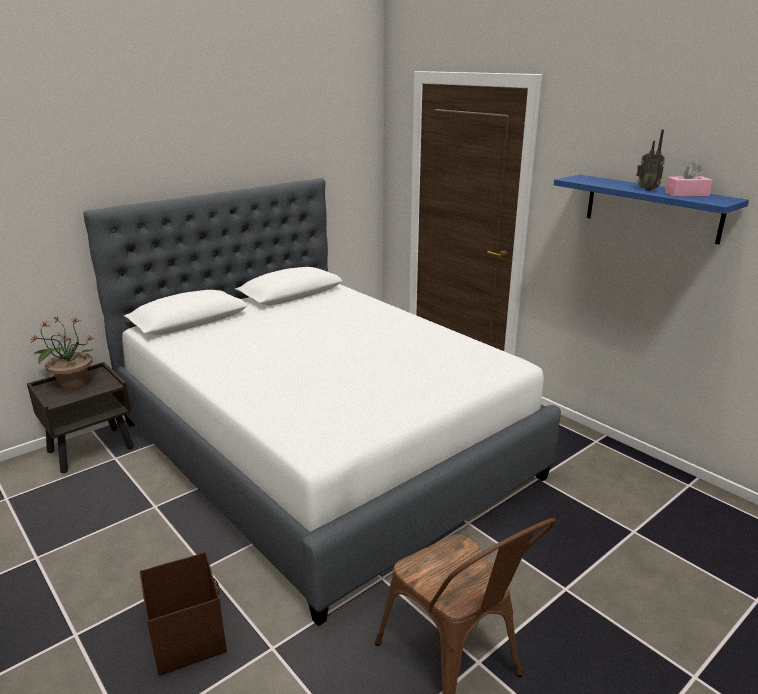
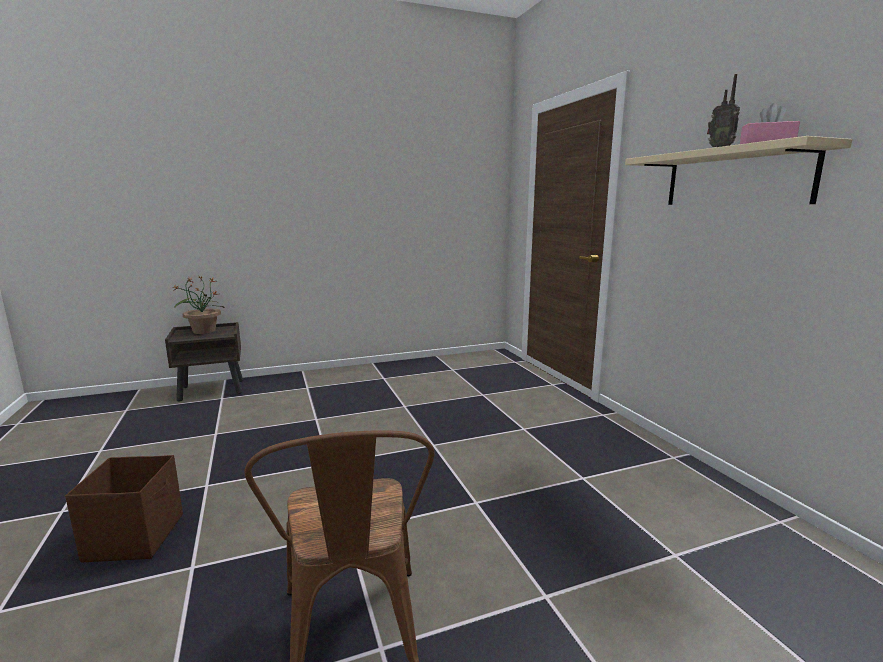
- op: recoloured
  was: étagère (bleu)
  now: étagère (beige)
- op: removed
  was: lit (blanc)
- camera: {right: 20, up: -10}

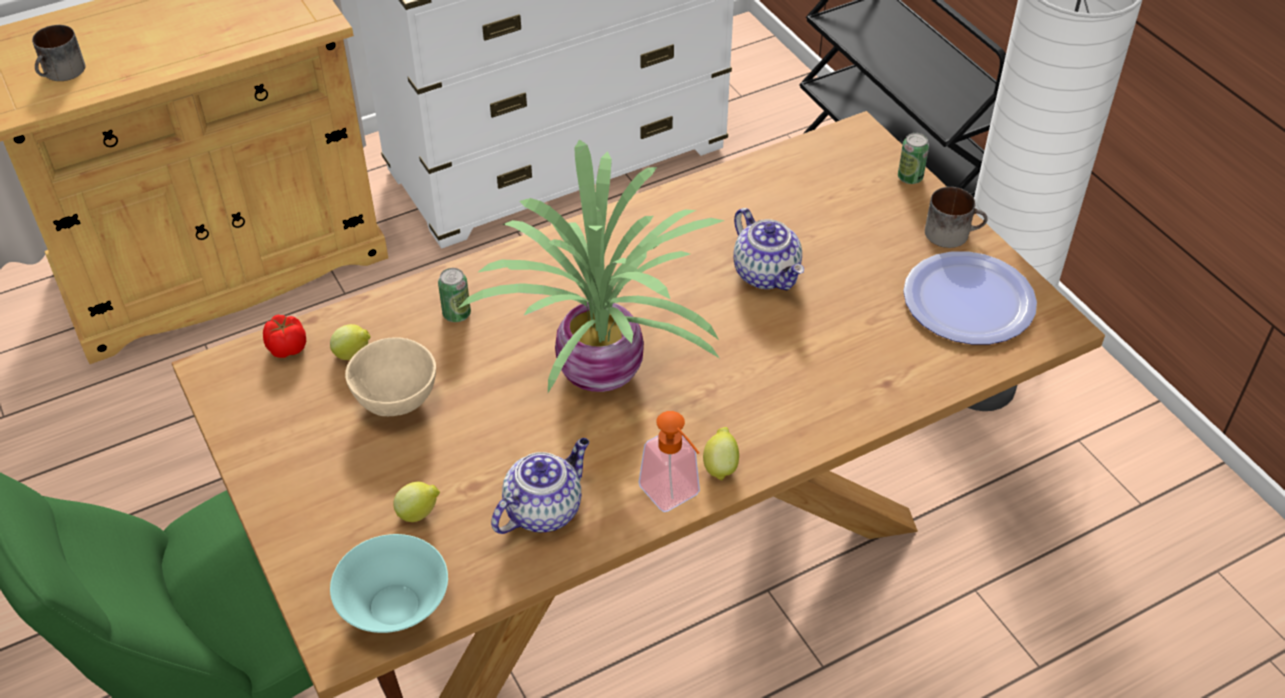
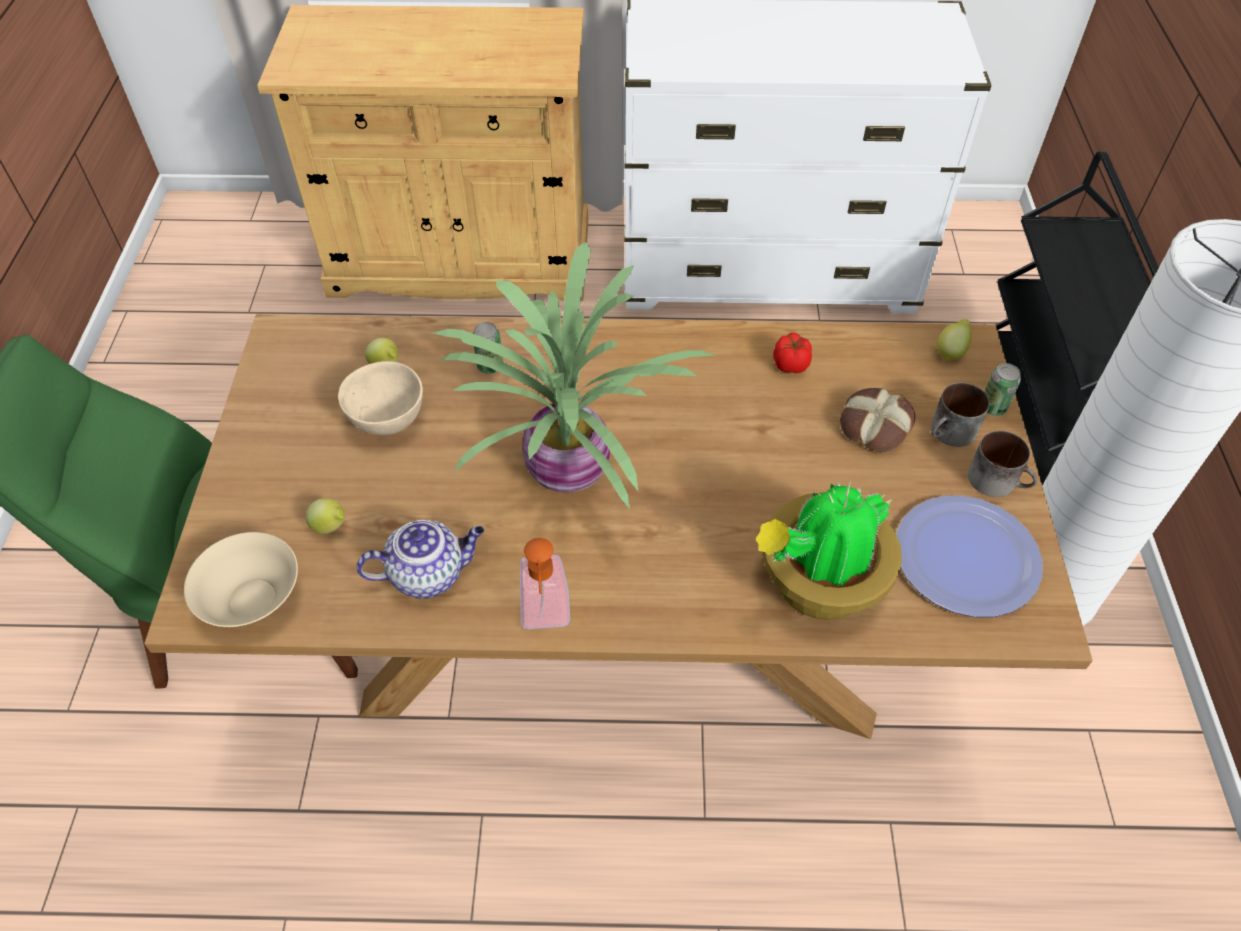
- op: recoloured
  was: bol (turquoise)
  now: bol (beige) (1st from left)
- op: added
  now: plante en pot (2nd from left)
- op: moved
  was: tomate
- op: added
  now: pain
- op: moved
  was: mug (1st from left)
- op: moved
  was: citron (3rd from left)
- op: removed
  was: théière (2nd from left)
- camera: {right: 30, up: 5}

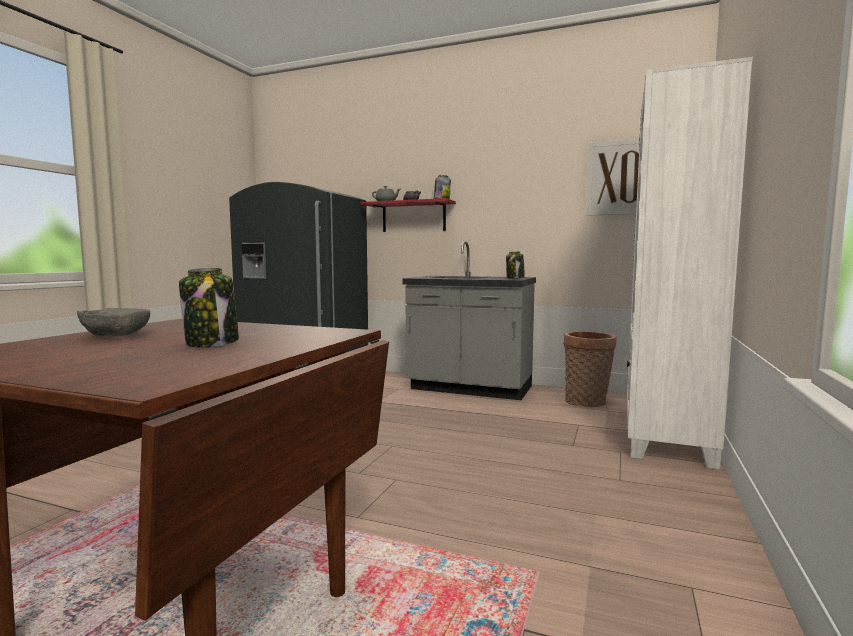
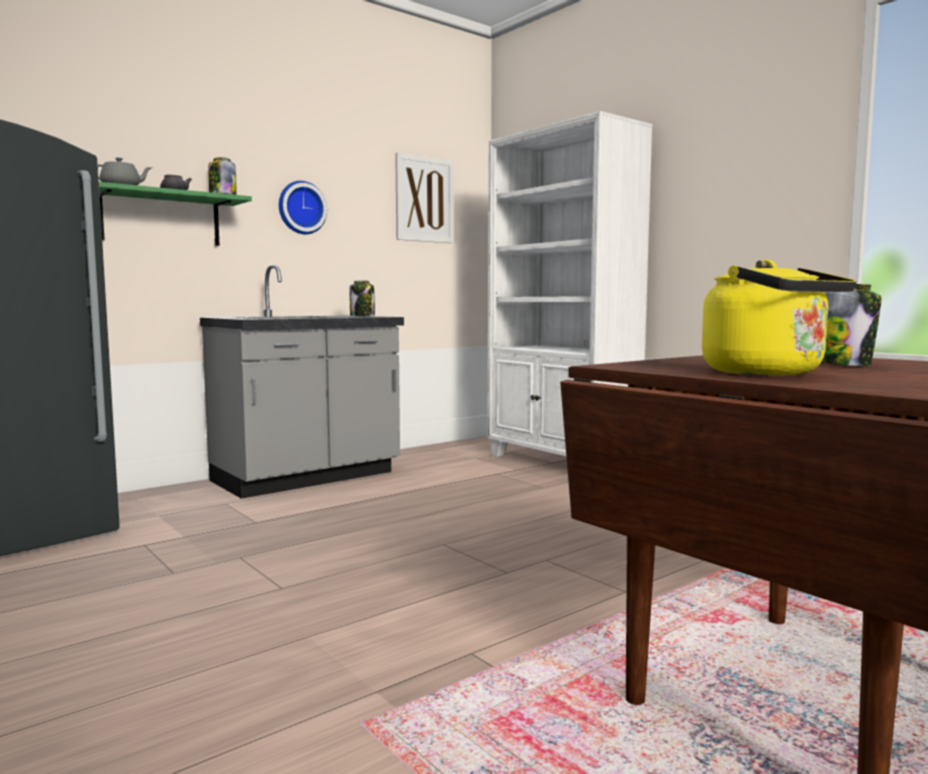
- op: recoloured
  was: étagère (rouge)
  now: étagère (vert)
- op: added
  now: horloge murale
- op: replaced
  was: bol (gris)
  now: bouilloire (jaune)
- op: removed
  was: panier
- camera: {right: -60, up: 0}

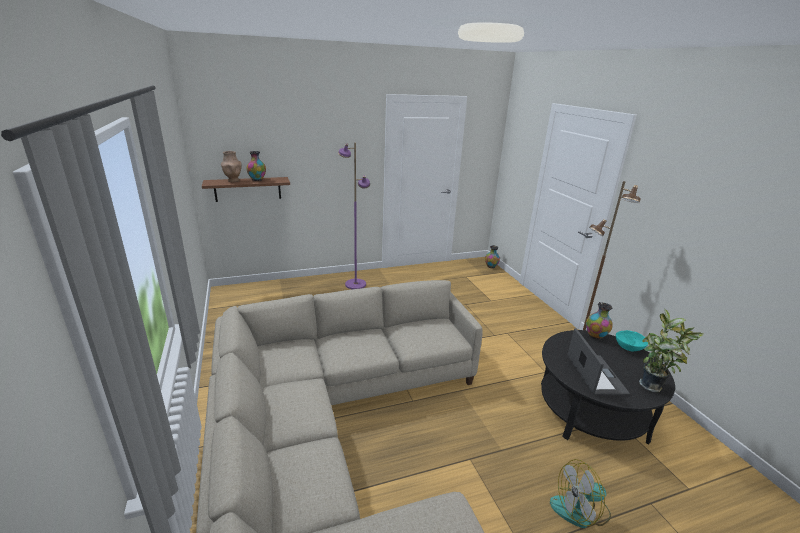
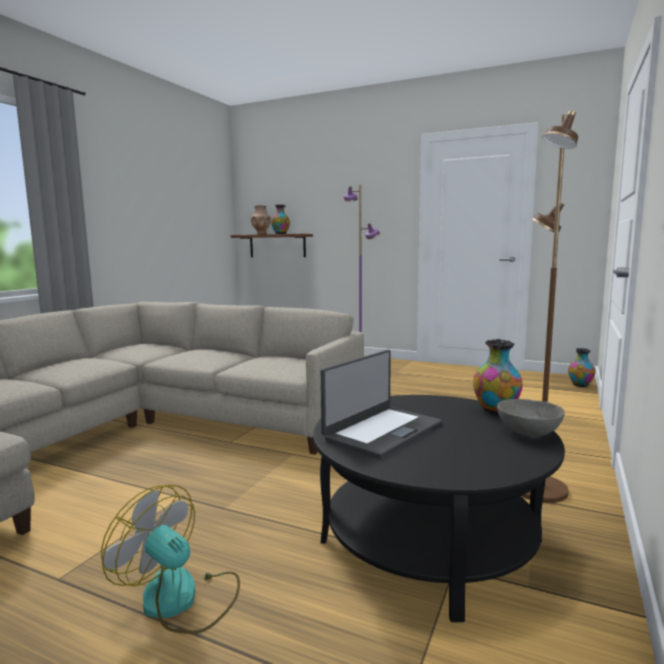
- op: recoloured
  was: bol (turquoise)
  now: bol (gris)
- op: removed
  was: plante en pot
- camera: {right: 45, up: -15}

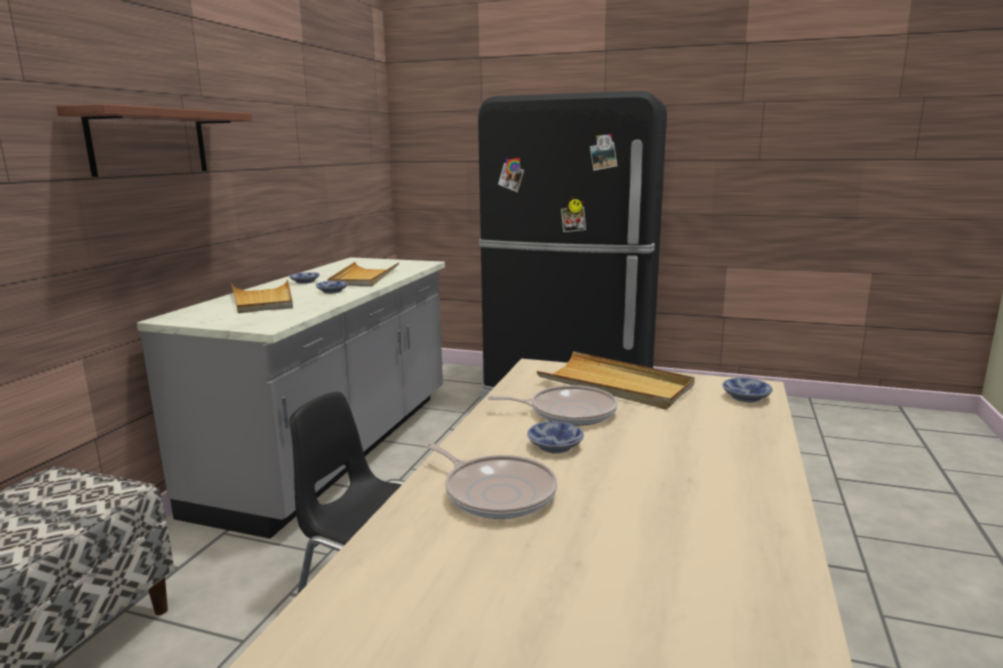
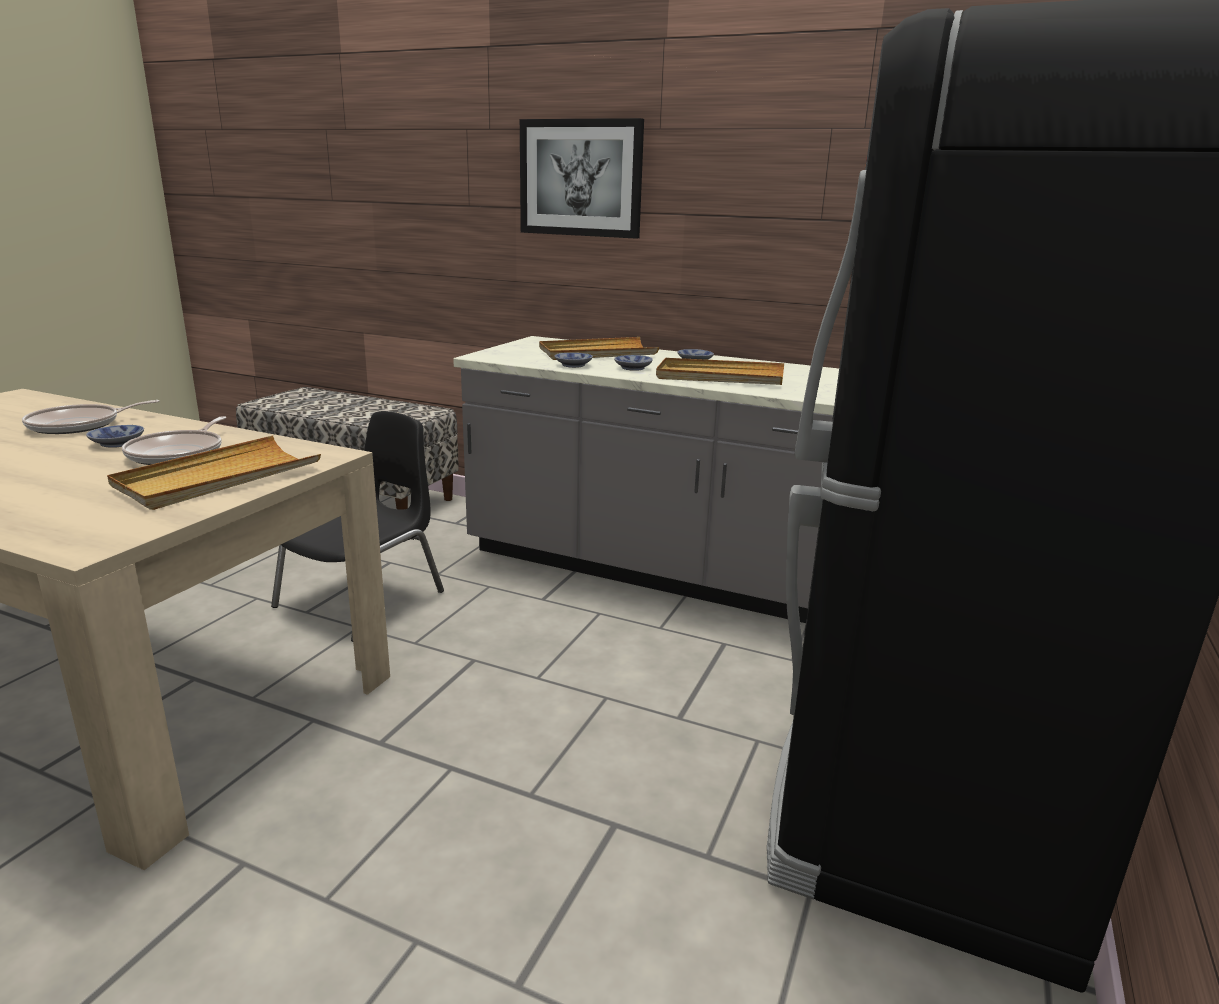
- op: replaced
  was: étagère (marron)
  now: tableau
- op: moved
  was: bol (4th from left in the first image)
  now: bol (2nd from left)
- camera: {right: 95, up: 5}

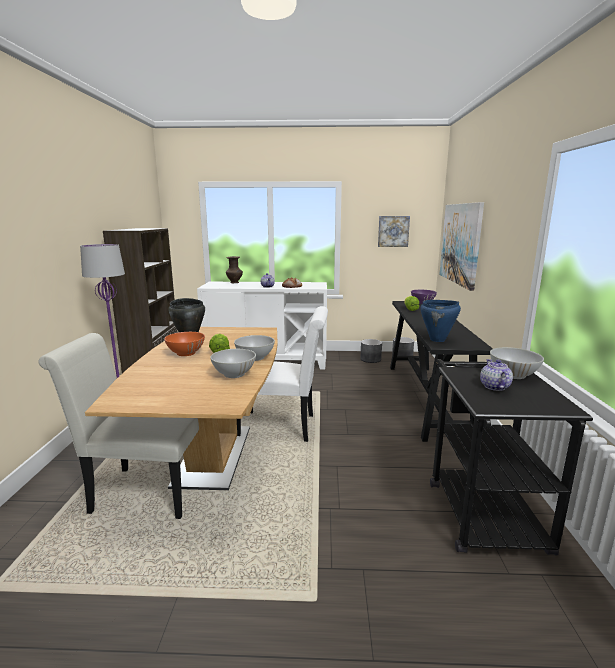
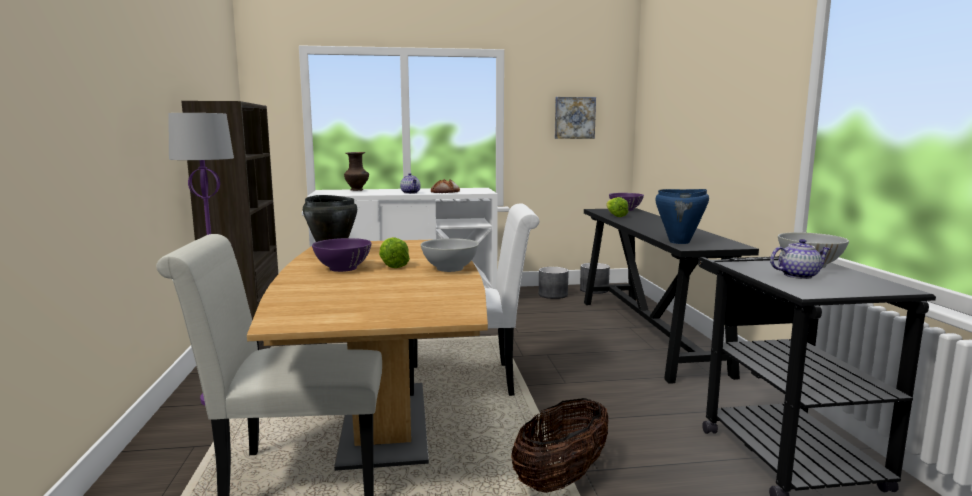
- op: recoloured
  was: bol (orange)
  now: bol (violet) (1st from left)
- op: added
  now: panier
- op: turned
  was: théière (2nd from left)
  clockwise: 90
- op: removed
  was: bol (blanc) (1st from left)
- op: removed
  was: tableau (2nd from left)
- camera: {right: -10, up: -5}

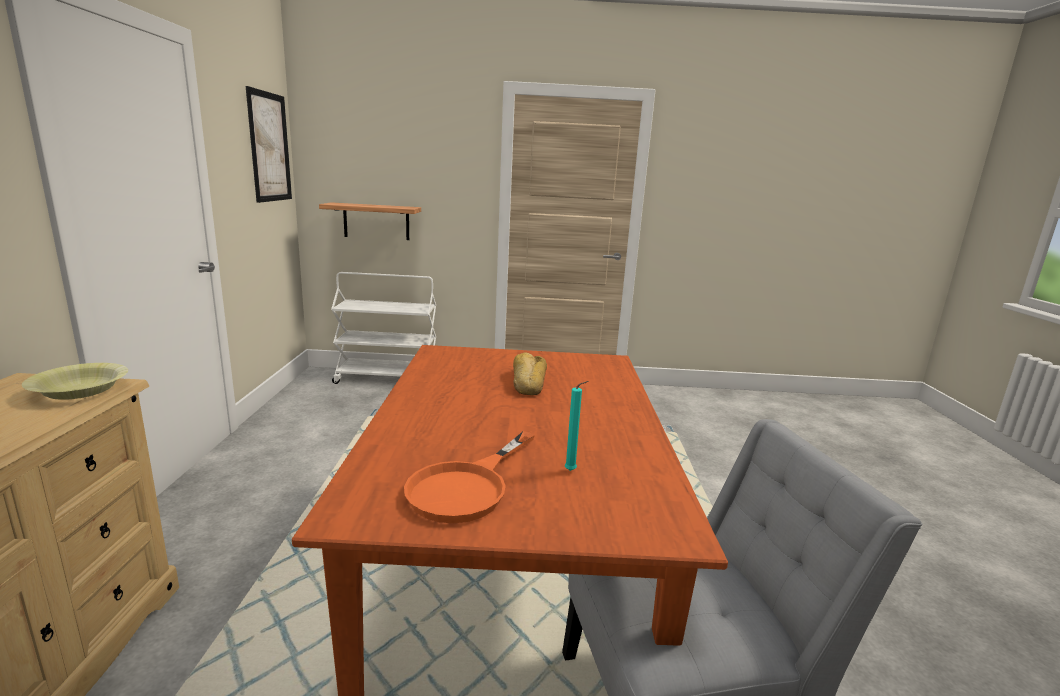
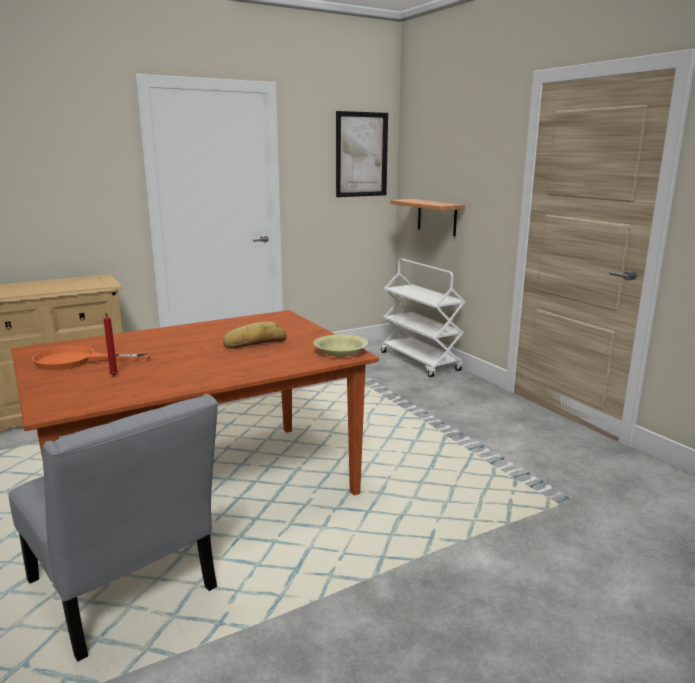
- op: recoloured
  was: bougie (turquoise)
  now: bougie (rouge)
- op: moved
  was: bol (jaune)
- camera: {right: 60, up: 0}

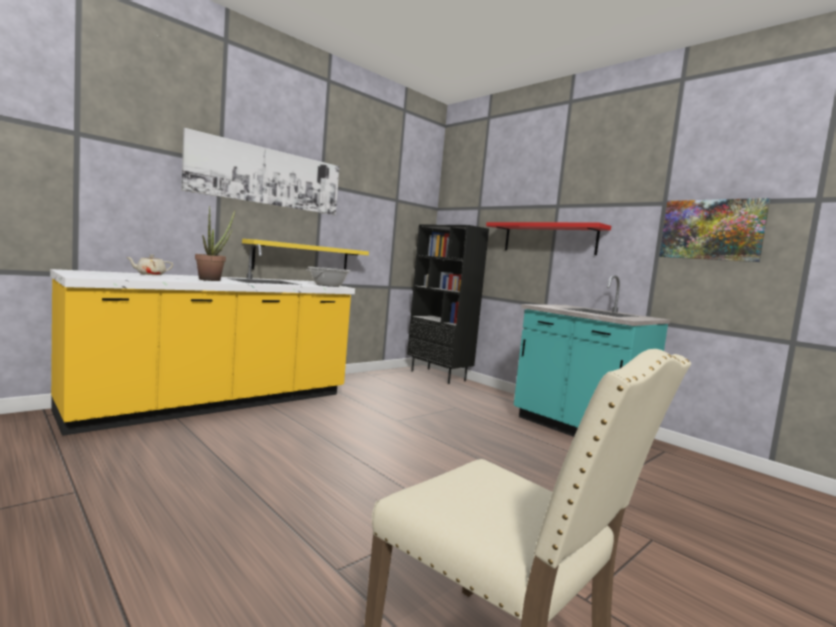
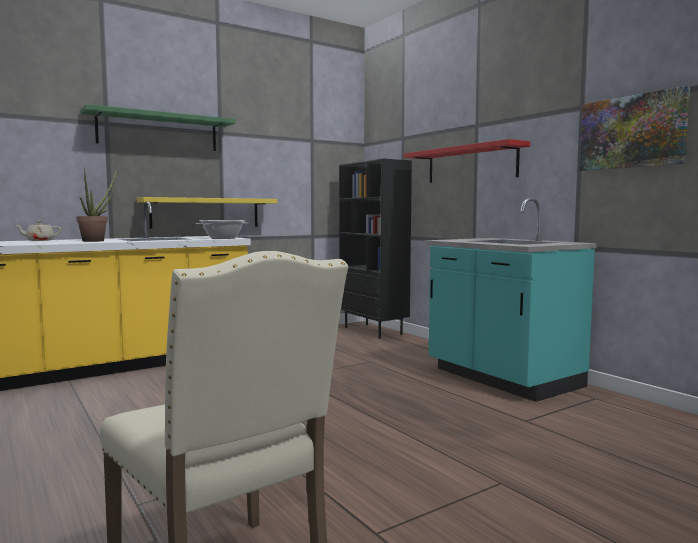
- op: replaced
  was: tableau (1st from left)
  now: étagère (vert)
- camera: {right: 10, up: 0}

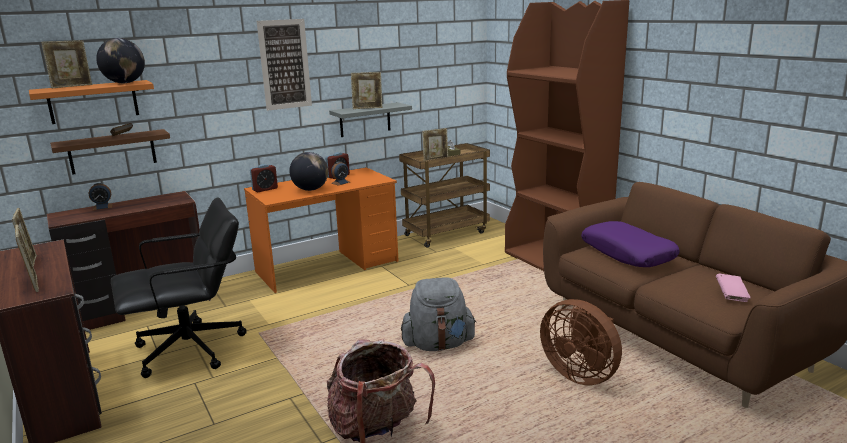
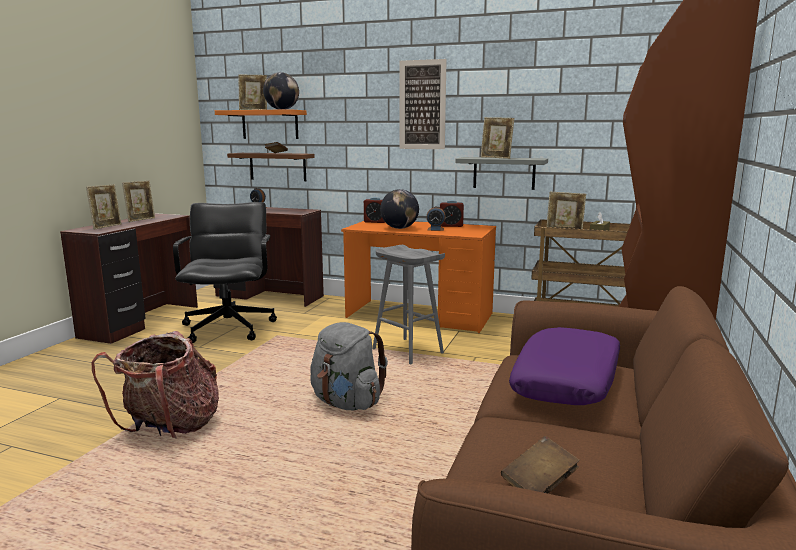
- op: turned
  was: chaise de bureau (noir)
  clockwise: -120
- op: added
  now: tabouret (gris)
- op: recoloured
  was: livre (rose)
  now: livre (marron) (2nd from left)
- op: removed
  was: ventilateur (marron)
- camera: {right: 50, up: -5}

